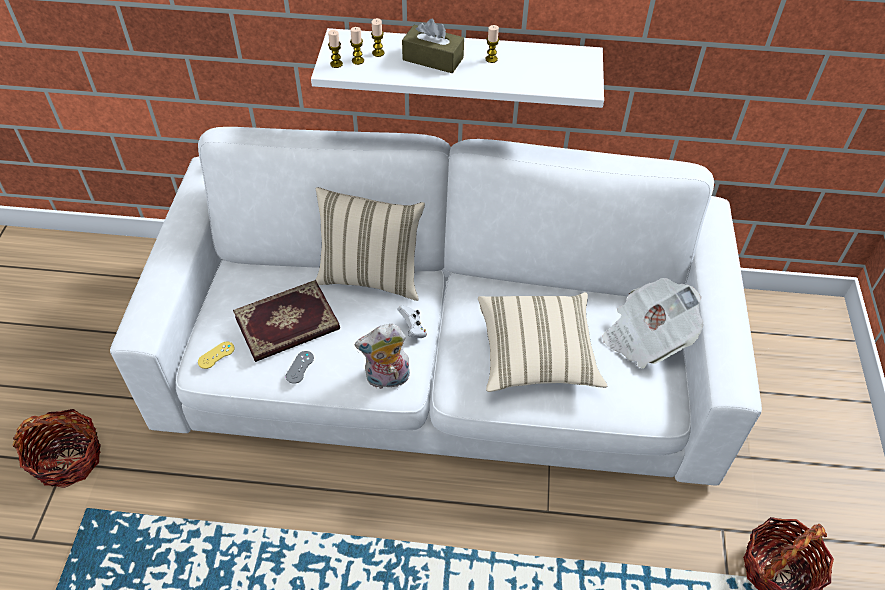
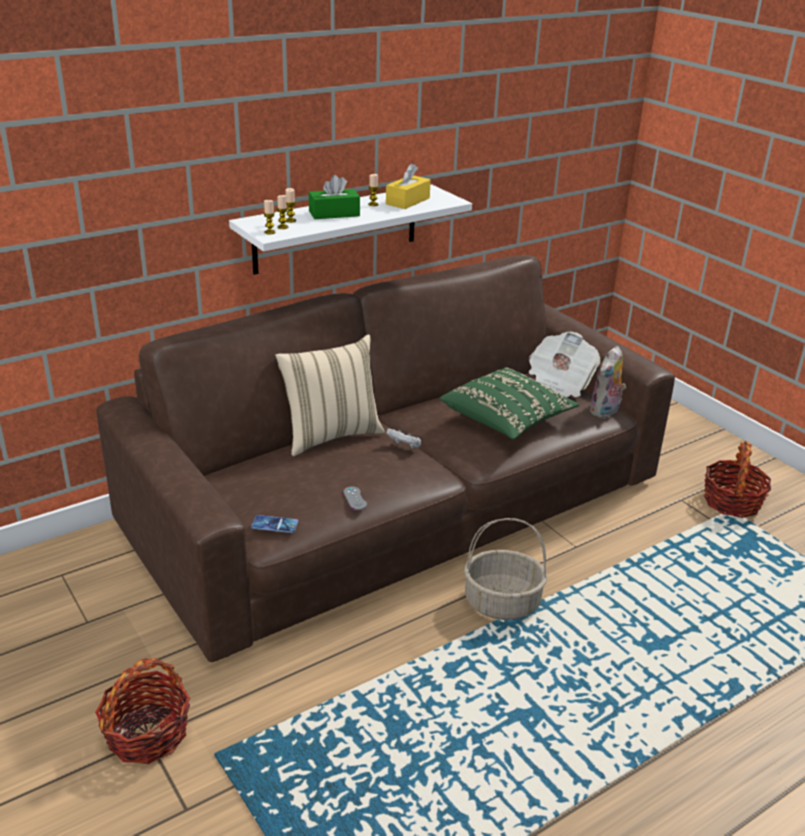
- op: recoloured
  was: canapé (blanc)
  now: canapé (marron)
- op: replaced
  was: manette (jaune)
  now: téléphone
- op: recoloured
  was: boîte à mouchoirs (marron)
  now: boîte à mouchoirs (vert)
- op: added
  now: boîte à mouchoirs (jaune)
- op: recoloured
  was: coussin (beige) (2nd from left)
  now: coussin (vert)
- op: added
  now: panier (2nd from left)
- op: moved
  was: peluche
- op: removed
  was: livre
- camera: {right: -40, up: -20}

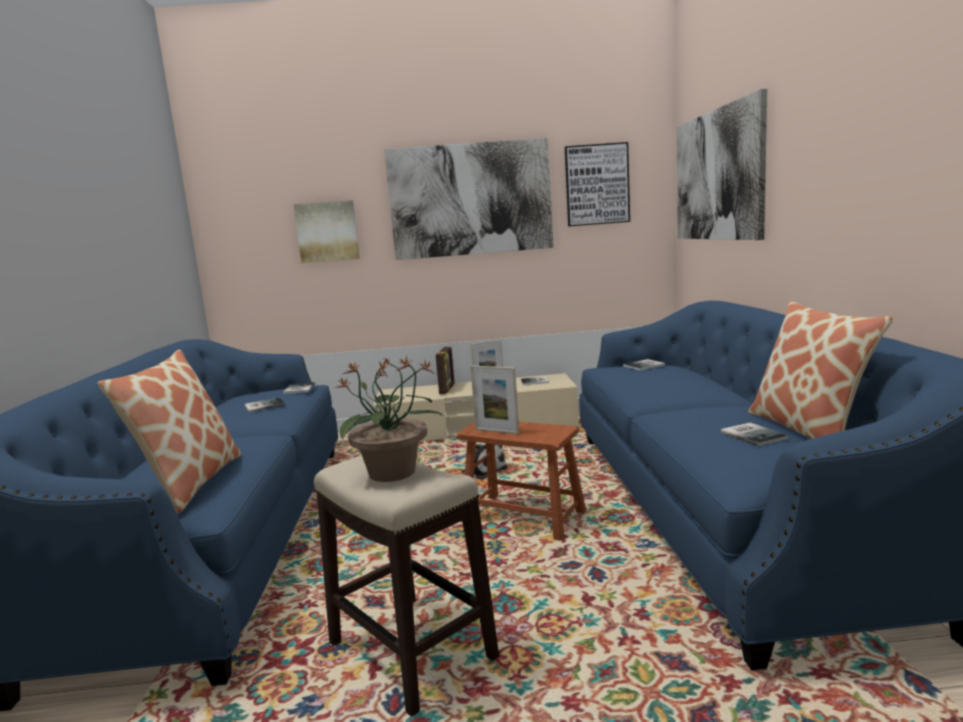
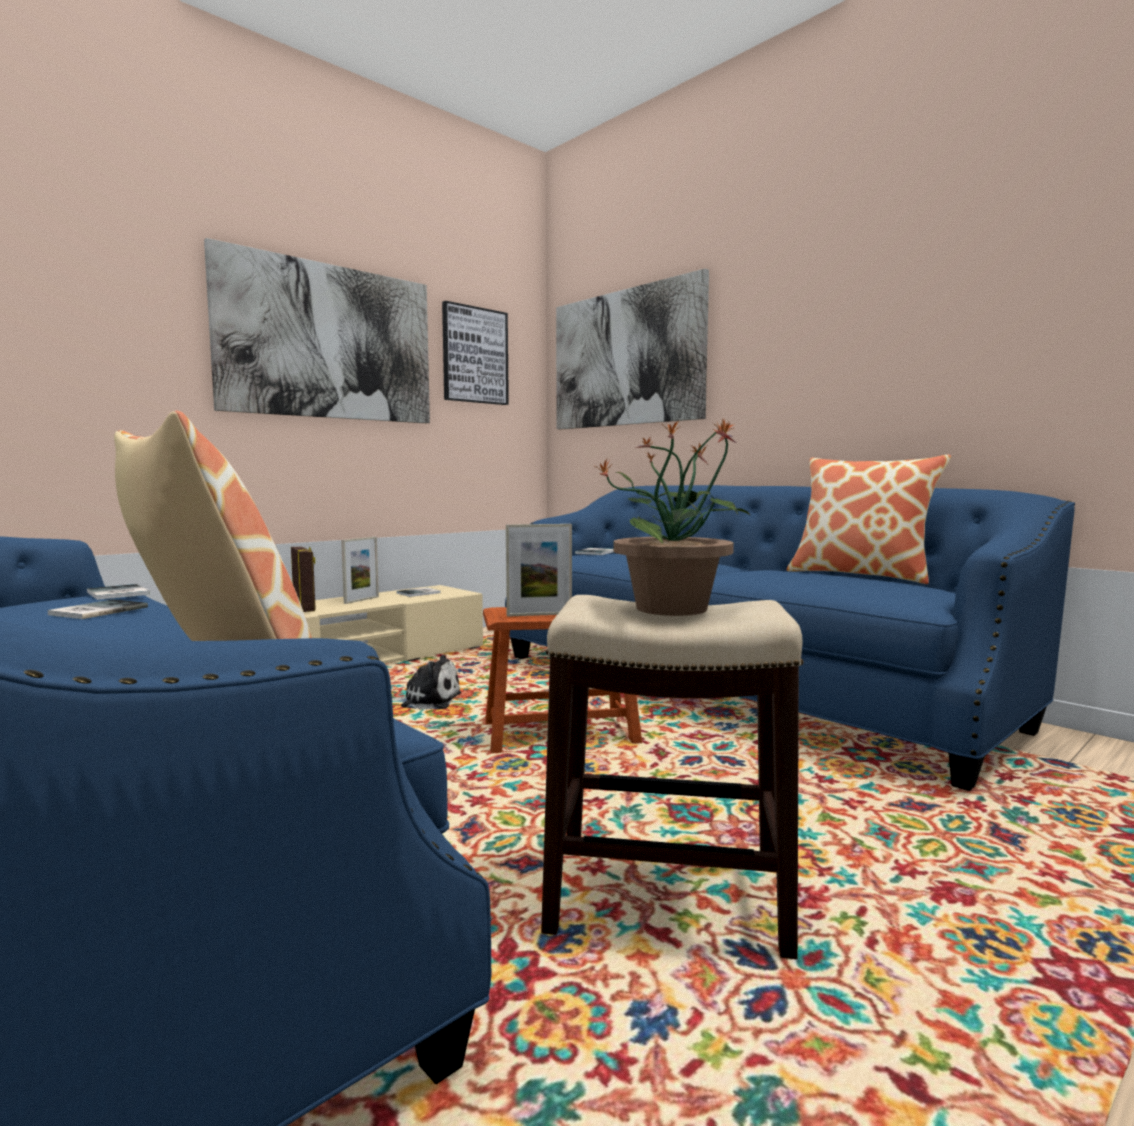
- op: removed
  was: tableau (1st from left)
- op: removed
  was: livre (5th from left)
- camera: {right: -40, up: -5}

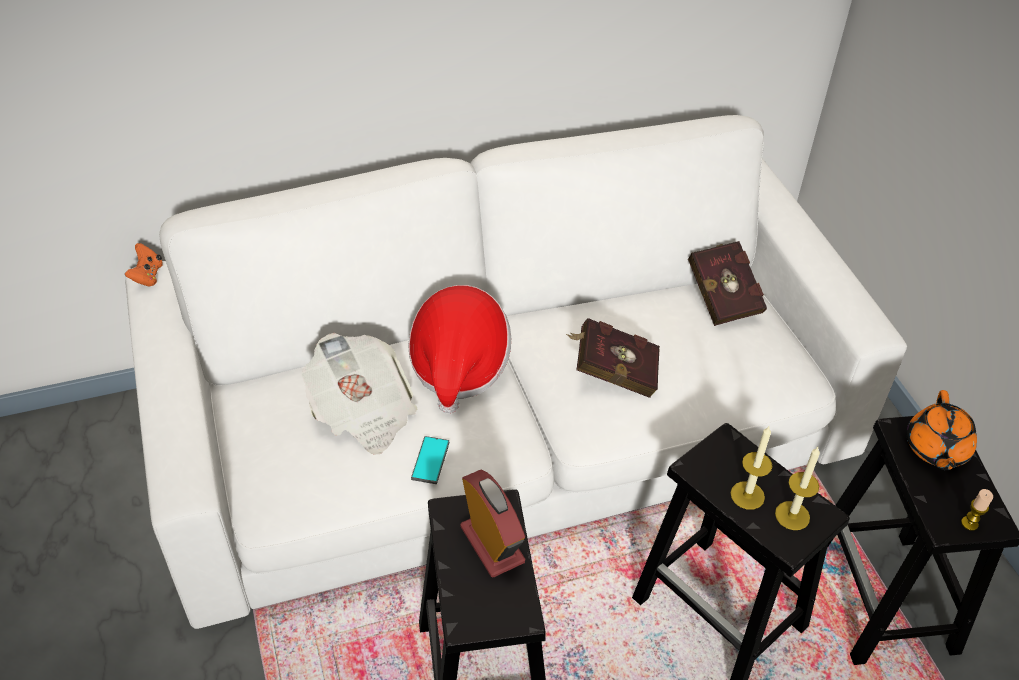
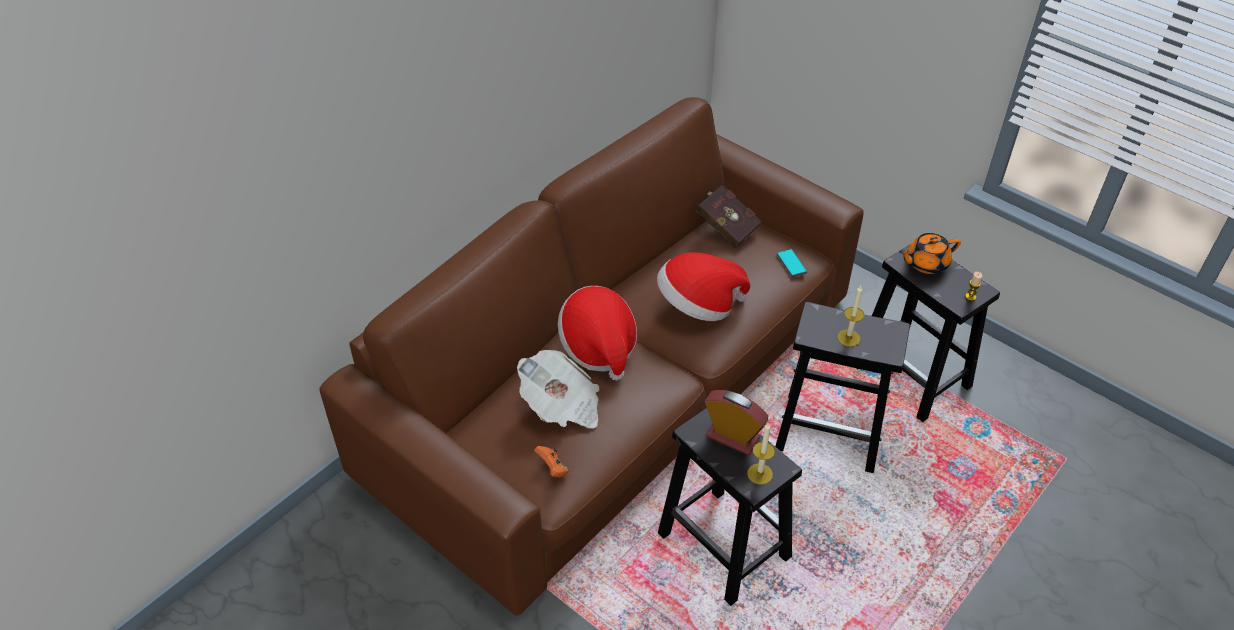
- op: recoloured
  was: canapé (blanc)
  now: canapé (marron)
- op: moved
  was: manette (orange)
- op: replaced
  was: livre (rouge) (1st from left)
  now: chapeau (2nd from left)
- op: moved
  was: bougie (2nd from left in the first image)
  now: bougie (1st from left)
- op: moved
  was: téléphone
- op: turned
  was: théière (orange)
  clockwise: 90
- camera: {right: -30, up: 0}

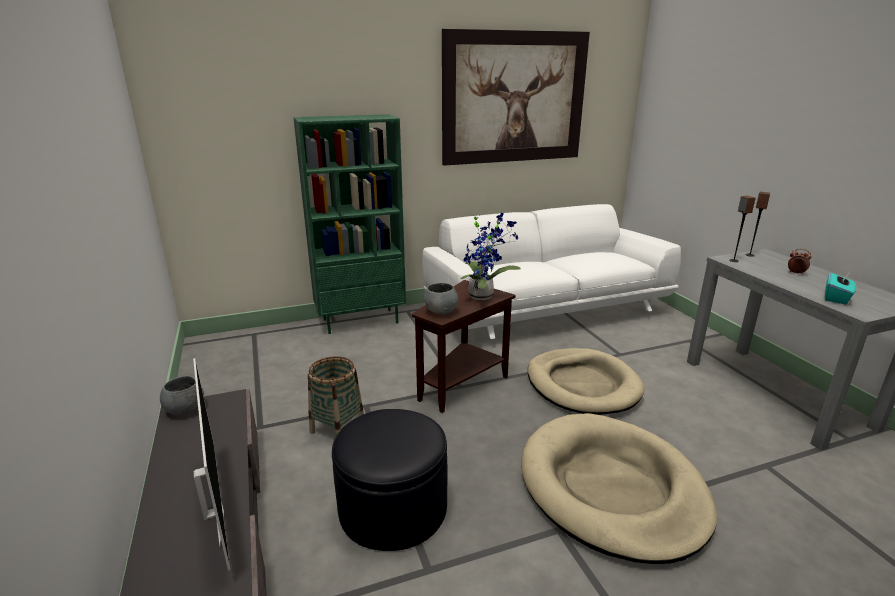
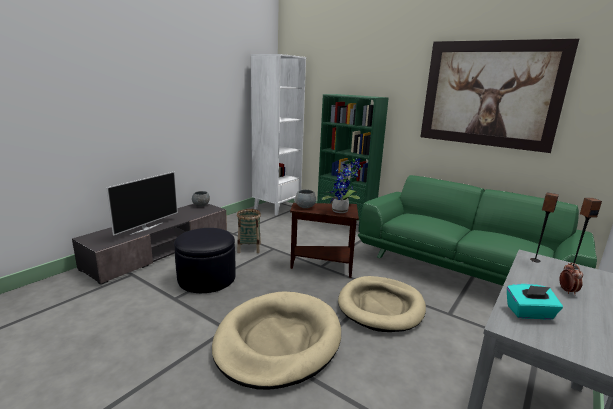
- op: added
  now: bibliothèque (blanc)
- op: recoloured
  was: canapé (blanc)
  now: canapé (vert)
- camera: {right: 55, up: -5}

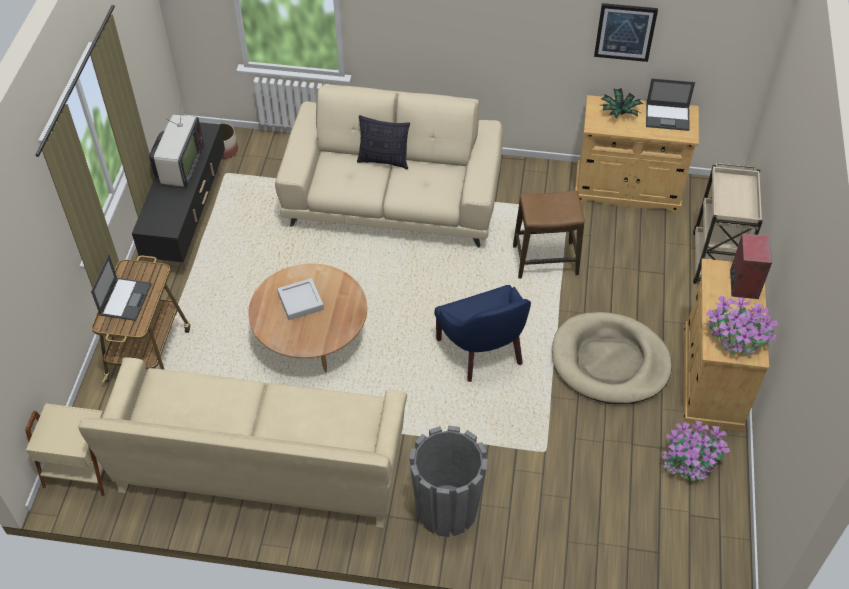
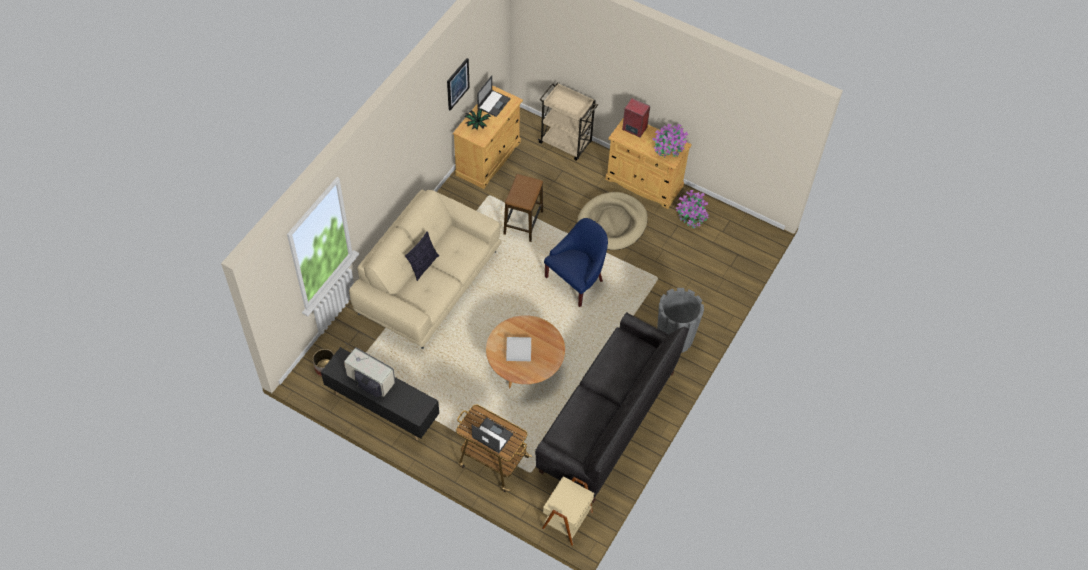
- op: recoloured
  was: canapé (beige) (1st from left)
  now: canapé (noir)
- op: turned
  was: fauteuil (bleu)
  clockwise: -45
- camera: {right: -70, up: 5}

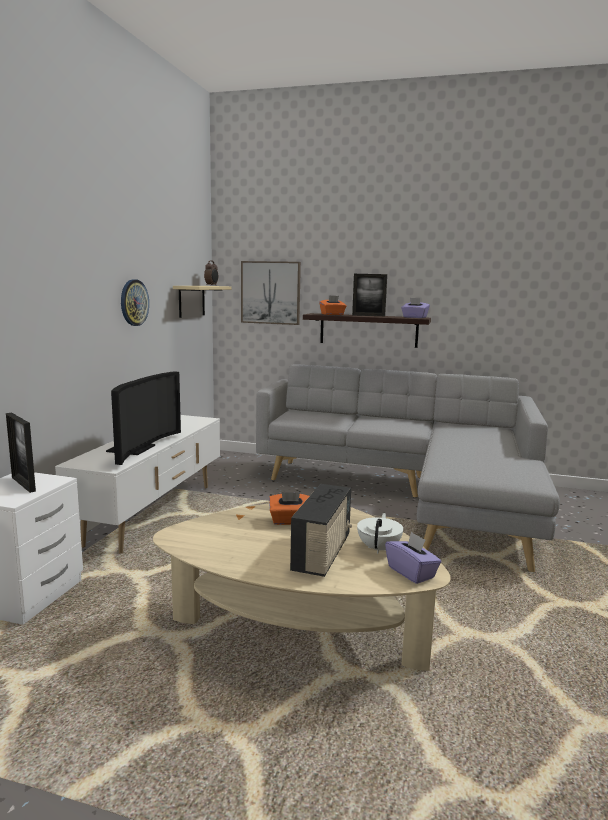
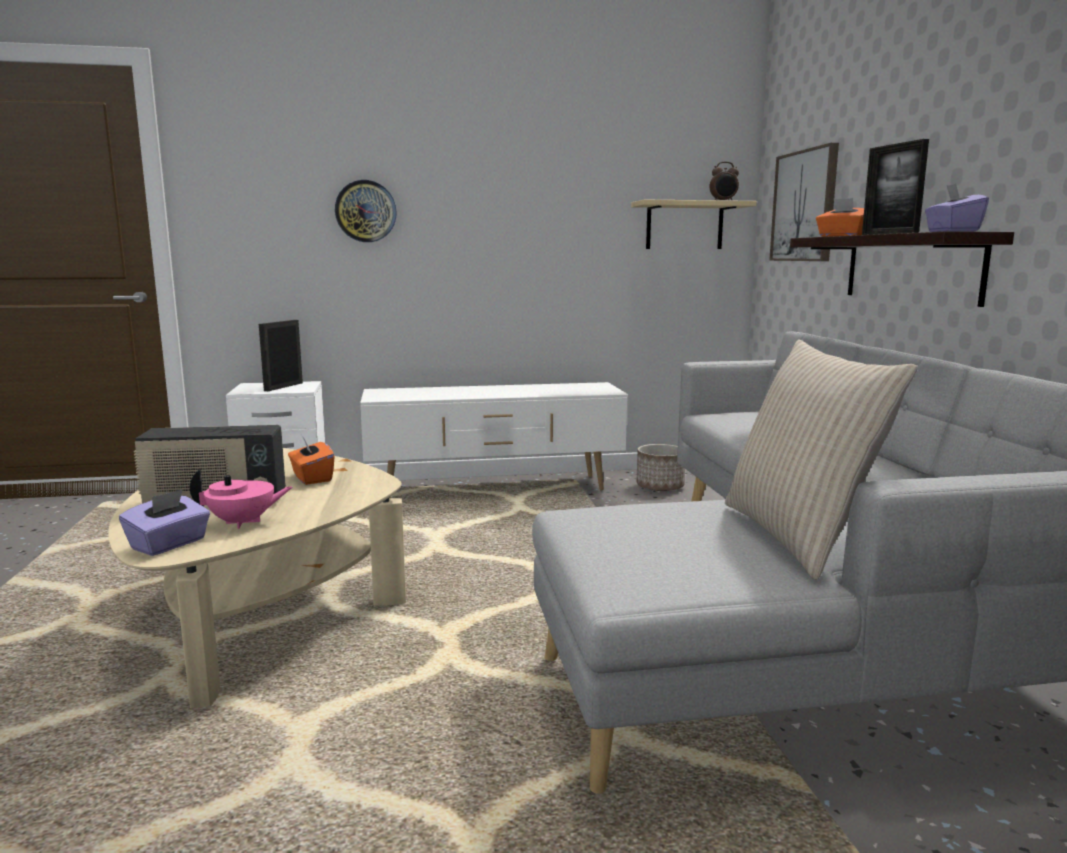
- op: recoloured
  was: théière (blanc)
  now: théière (rose)
- op: moved
  was: horloge murale
- op: added
  now: cache-pot
- op: added
  now: coussin (beige)
- op: removed
  was: téléviseur
- camera: {right: 65, up: 0}

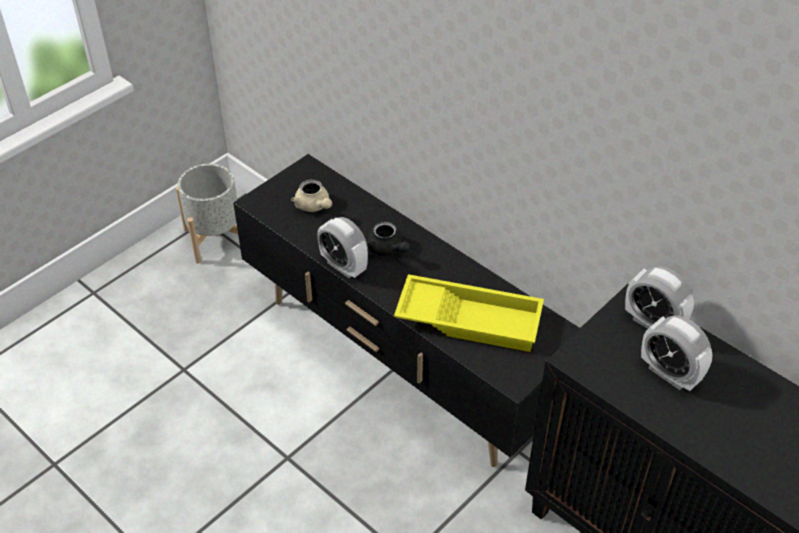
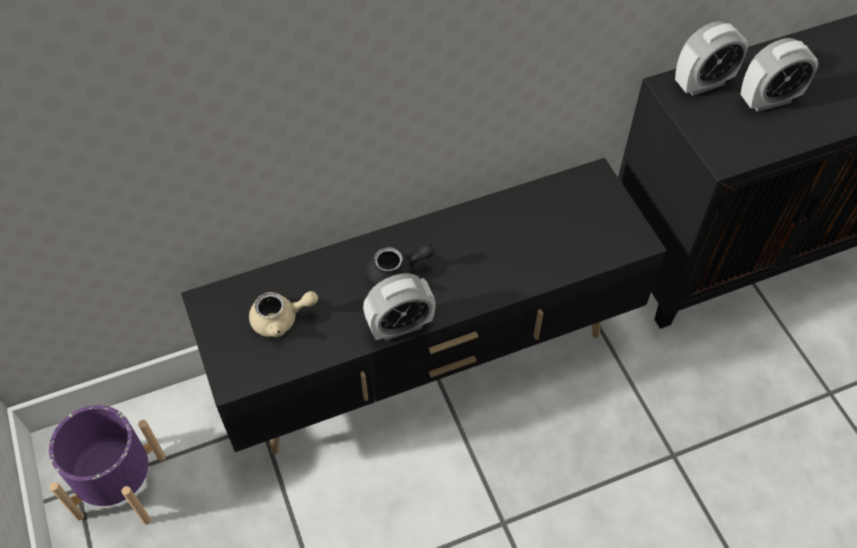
- op: recoloured
  was: cache-pot (gris)
  now: cache-pot (violet)
- op: removed
  was: plateau (jaune)
- camera: {right: -65, up: 10}

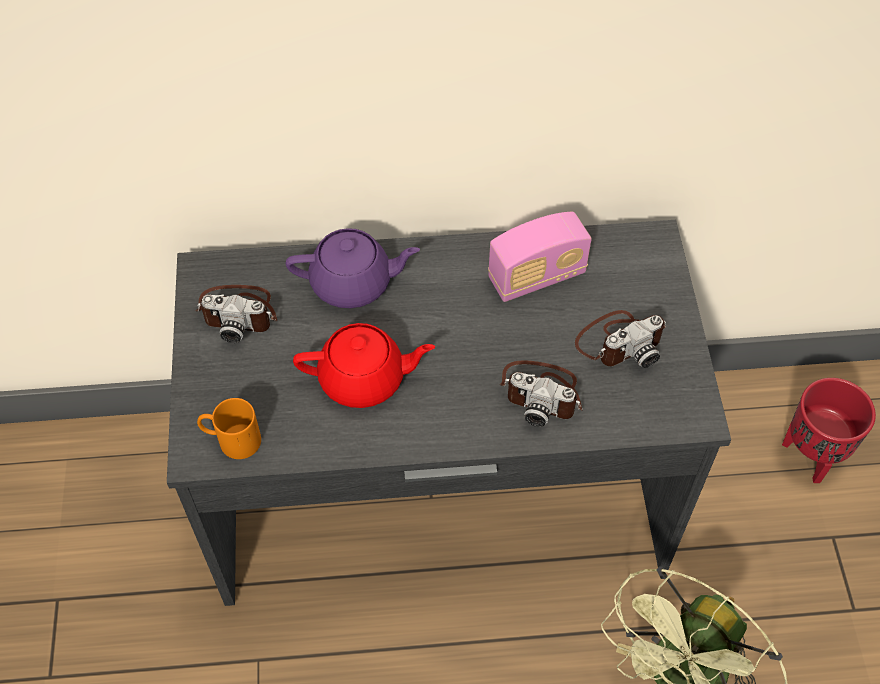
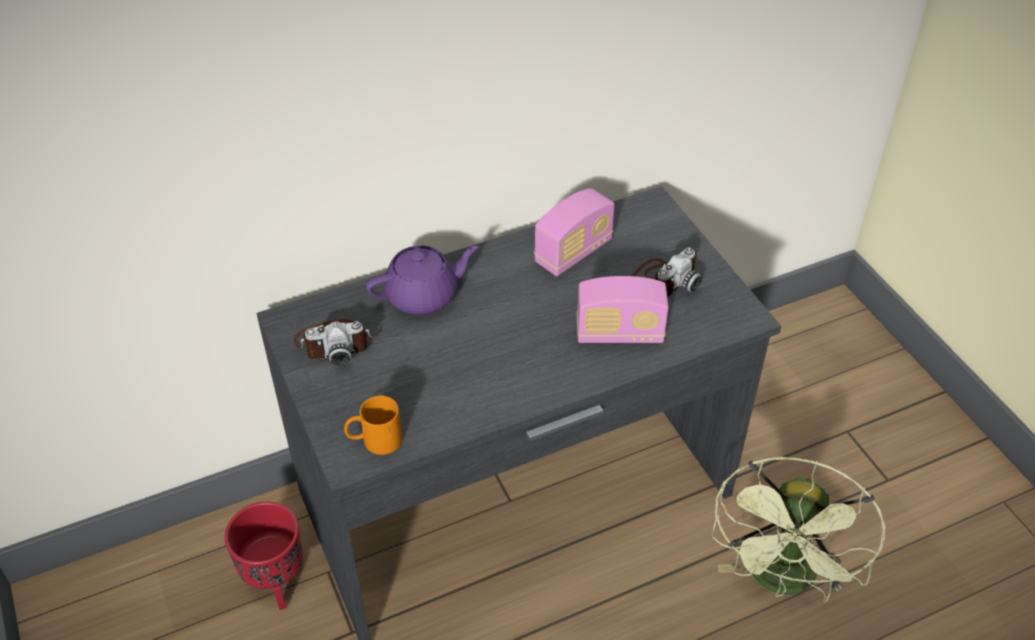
- op: moved
  was: cache-pot (rouge)
- op: replaced
  was: appareil photo (2nd from left)
  now: radio (2nd from left)
- op: removed
  was: théière (rouge)
- camera: {right: -20, up: -10}

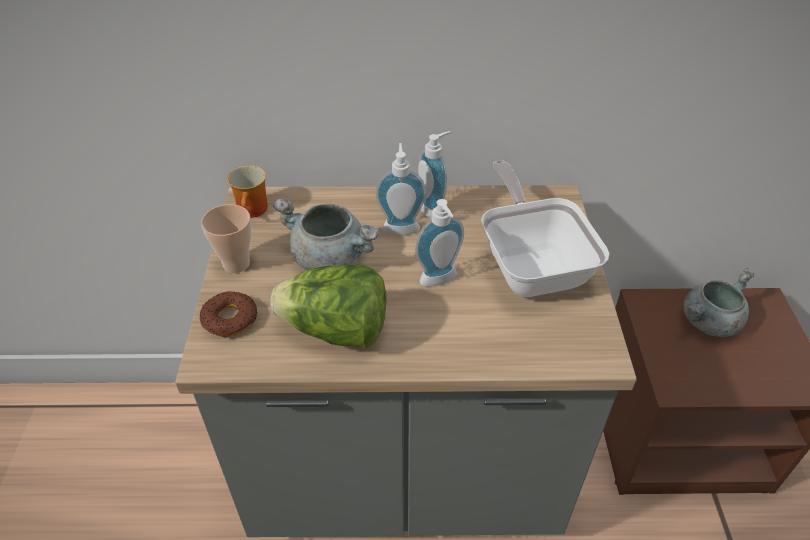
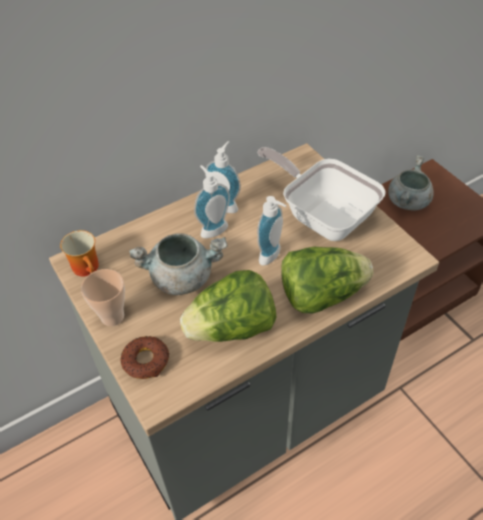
- op: added
  now: laitue (2nd from left)
- camera: {right: -30, up: 5}

